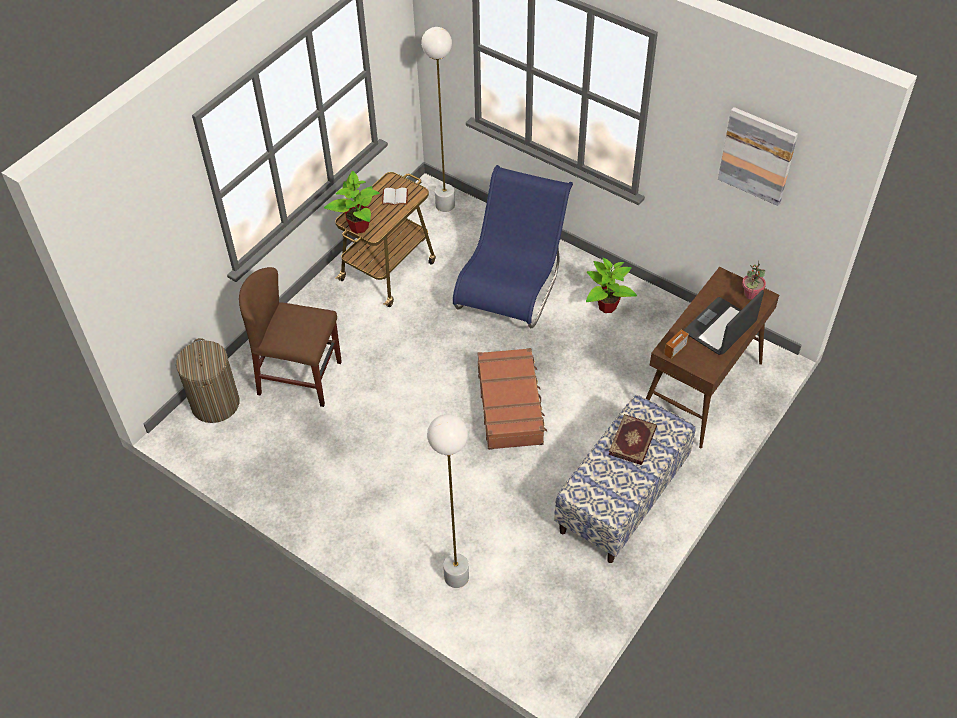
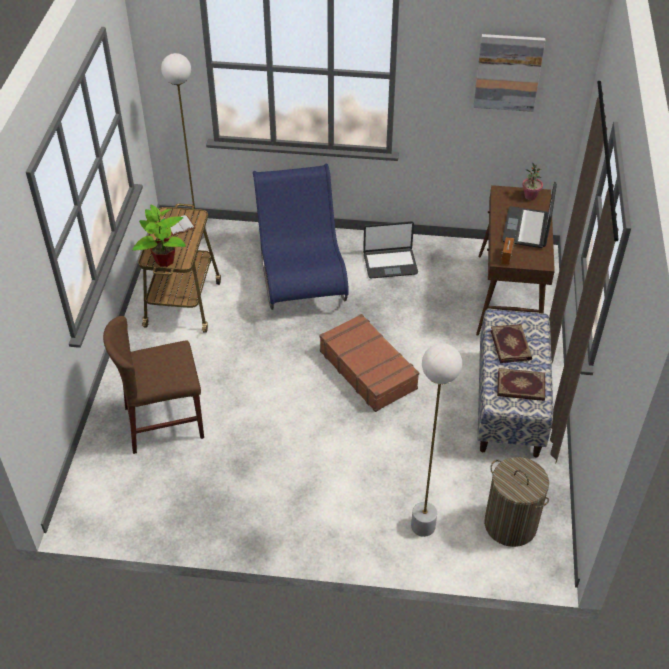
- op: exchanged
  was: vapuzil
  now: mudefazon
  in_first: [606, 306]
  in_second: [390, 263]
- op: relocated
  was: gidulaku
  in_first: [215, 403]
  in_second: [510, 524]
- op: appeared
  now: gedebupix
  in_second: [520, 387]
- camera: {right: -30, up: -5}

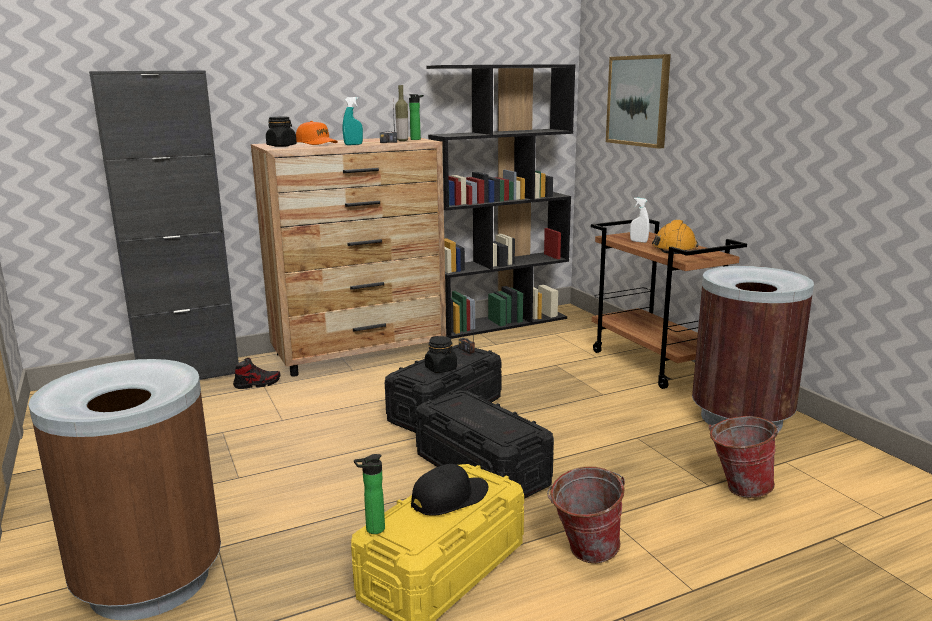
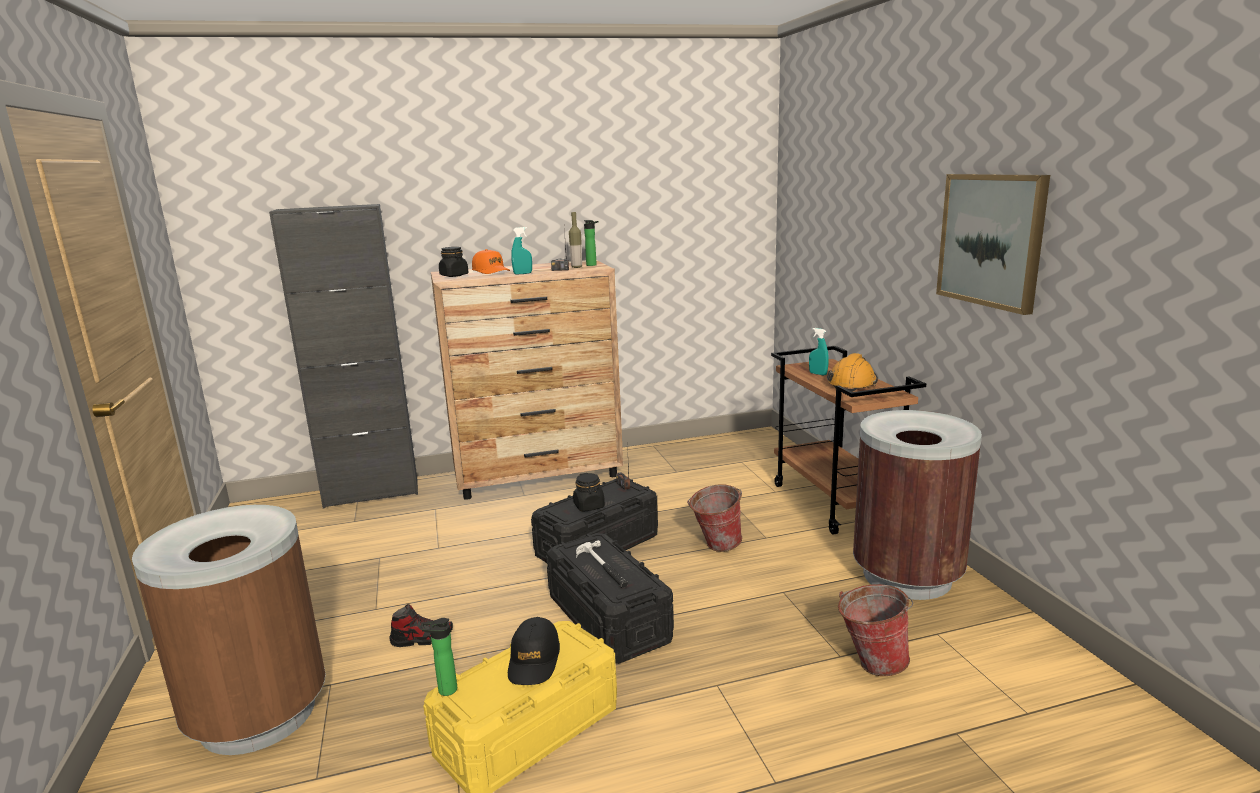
- op: relocated
  was: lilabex
  in_first: [257, 384]
  in_second: [422, 638]
- op: spun
  was: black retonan
  in_first: [450, 498]
  in_second: [534, 660]
  clockwise: 120
- op: appeared
  now: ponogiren
  in_second: [603, 567]
- op: relocated
  was: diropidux
  in_first: [583, 553]
  in_second: [715, 546]
- op: colour
  was: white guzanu
  now: turquoise guzanu
  in_first: [638, 241]
  in_second: [818, 374]
- op: relocated
  was: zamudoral
  in_first: [638, 101]
  in_second: [991, 240]
- op: missing
  was: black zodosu
  in_first: [501, 322]
- camera: {right: 10, up: 0}

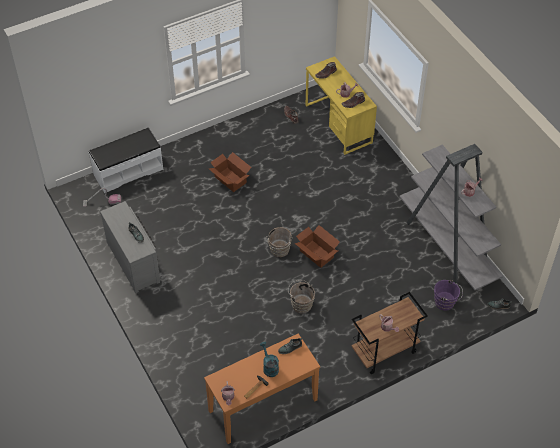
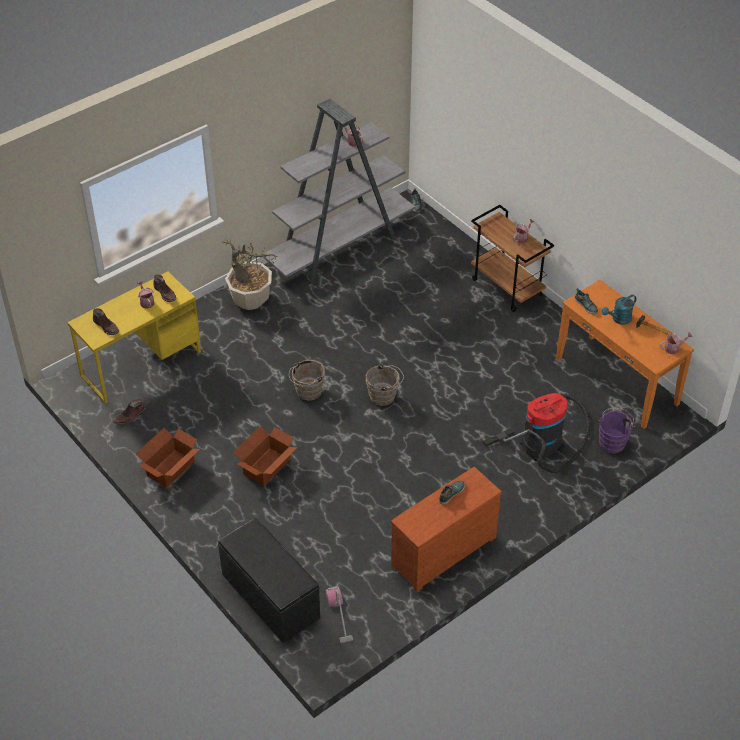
- op: relocated
  was: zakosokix
  in_first: [316, 253]
  in_second: [170, 468]
- op: colour
  was: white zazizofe
  now: black zazizofe
  in_first: [128, 171]
  in_second: [270, 596]
- op: appeared
  now: vapuzil
  in_second: [251, 299]
- op: relocated
  was: brown diropidux
  in_first: [301, 304]
  in_second: [307, 392]
- op: colour
  was: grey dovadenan
  now: brown dovadenan
  in_first: [134, 261]
  in_second: [442, 550]
- op: appeared
  now: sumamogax
  in_second: [545, 443]
- op: relocated
  was: purple diropidux
  in_first: [446, 303]
  in_second: [612, 441]
- camera: {right: -100, up: -5}

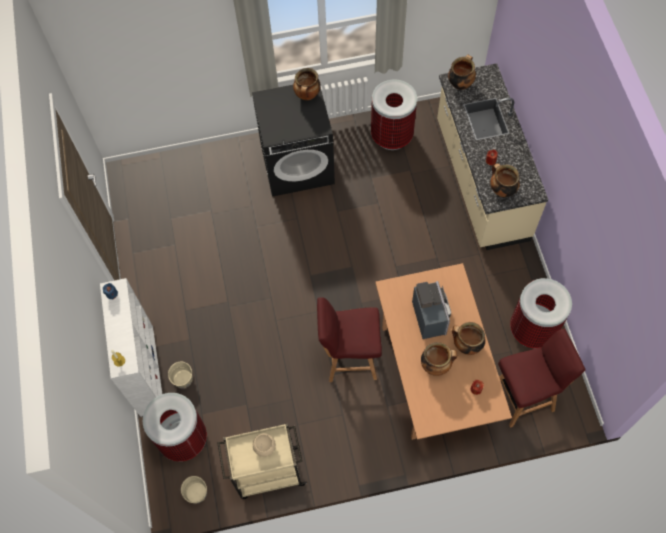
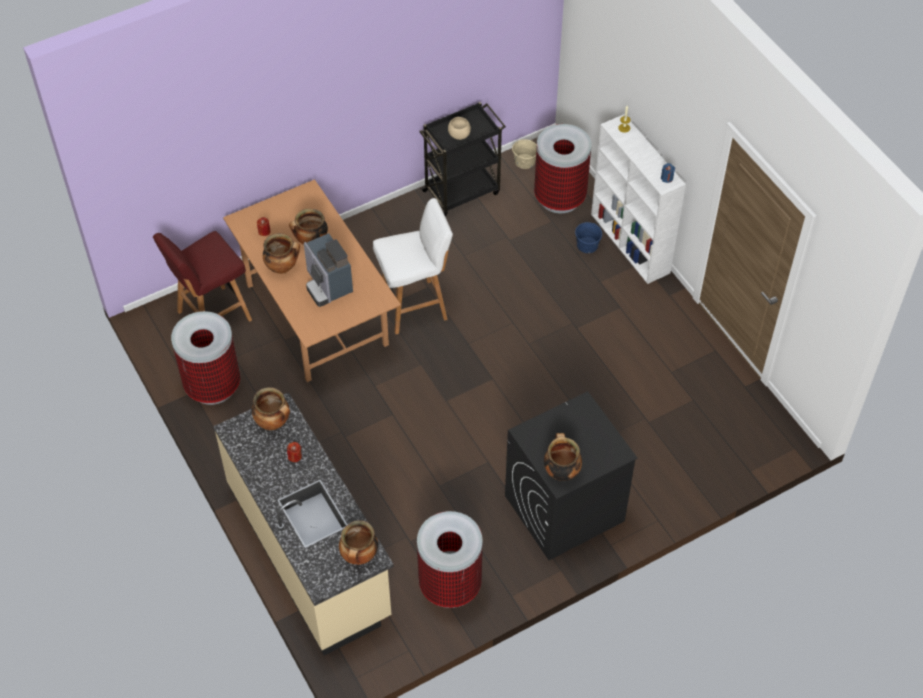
- op: colour
  was: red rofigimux
  now: white rofigimux
  in_first: [349, 358]
  in_second: [415, 306]
- op: colour
  was: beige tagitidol
  now: black tagitidol
  in_first: [268, 473]
  in_second: [462, 191]
- op: colour
  was: beige diropidux
  now: blue diropidux
  in_first: [182, 379]
  in_second: [587, 245]
- camera: {right: 160, up: -10}

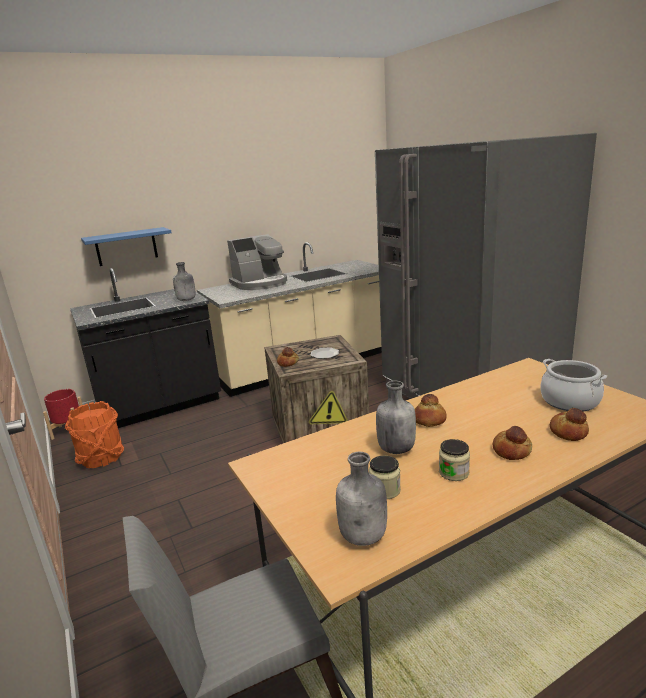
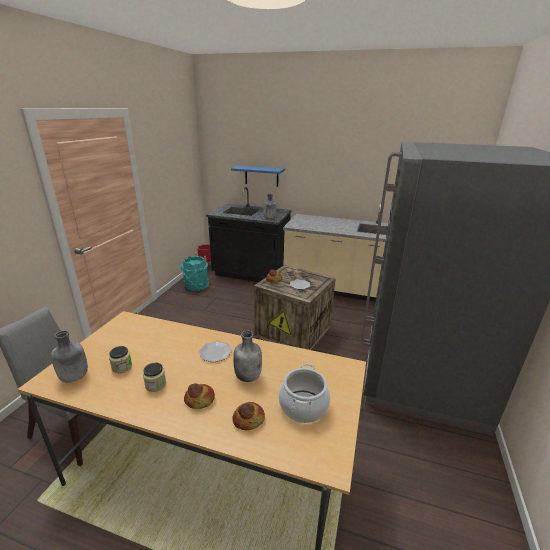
- op: colour
  was: orange diropidux
  now: turquoise diropidux
  in_first: [101, 457]
  in_second: [196, 286]
- op: exchanged
  was: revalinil
  now: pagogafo
  in_first: [429, 420]
  in_second: [215, 352]
- op: relocated
  was: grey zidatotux
  in_first: [396, 449]
  in_second: [248, 376]
- op: missing
  was: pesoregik
  in_first: [260, 284]
- camera: {right: 45, up: 5}

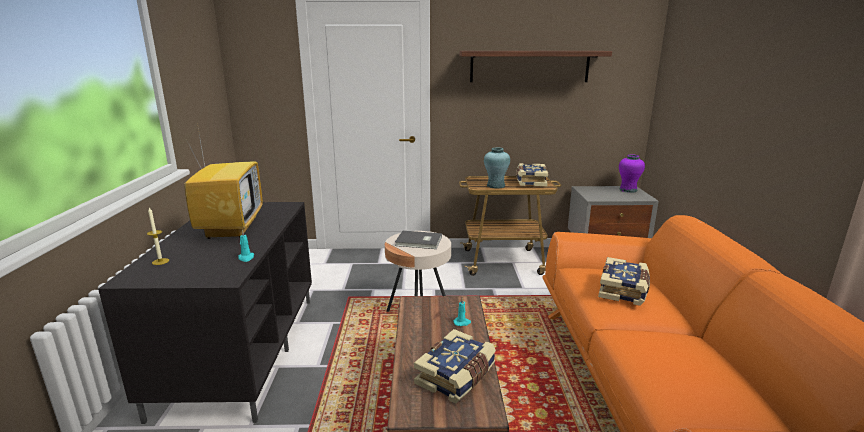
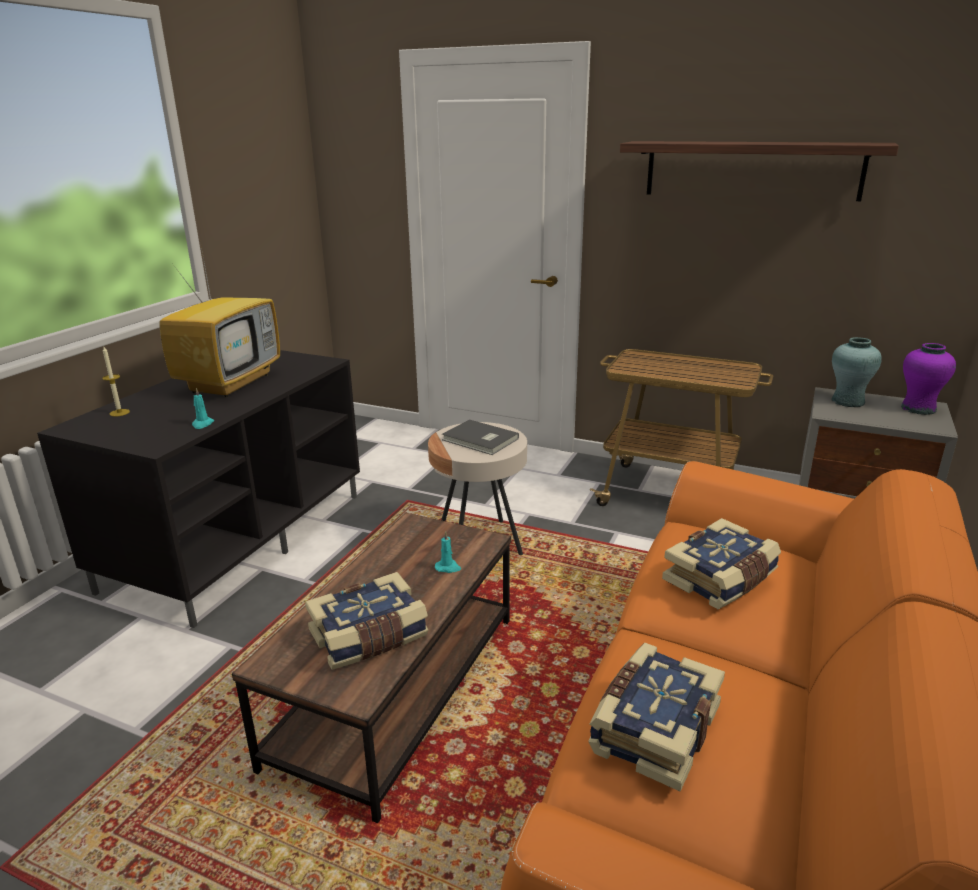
- op: relocated
  was: gedebupix
  in_first: [530, 181]
  in_second: [652, 728]
- op: relocated
  was: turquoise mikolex
  in_first: [496, 186]
  in_second: [848, 402]
- camera: {right: 25, up: 5}

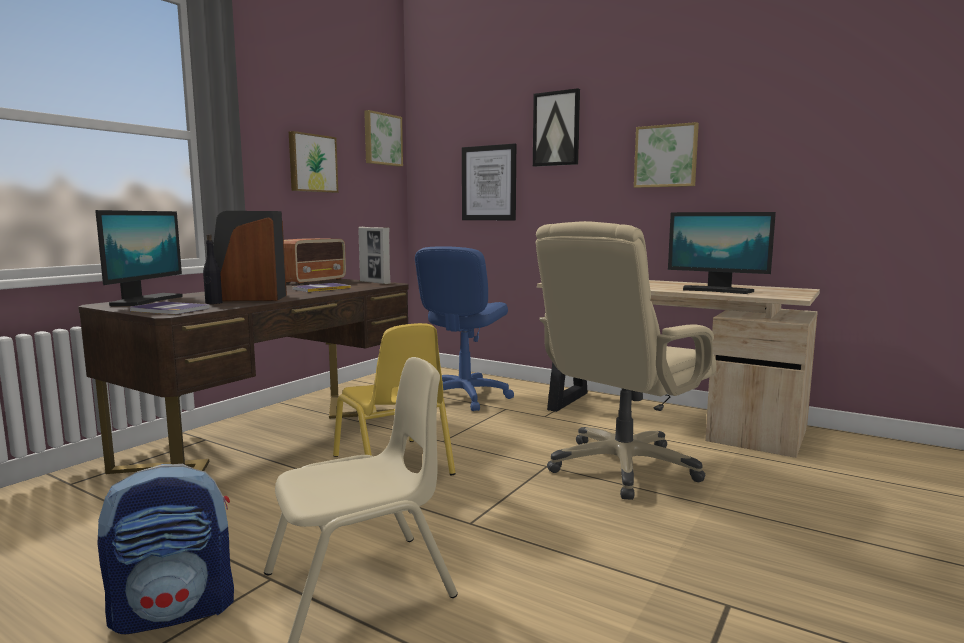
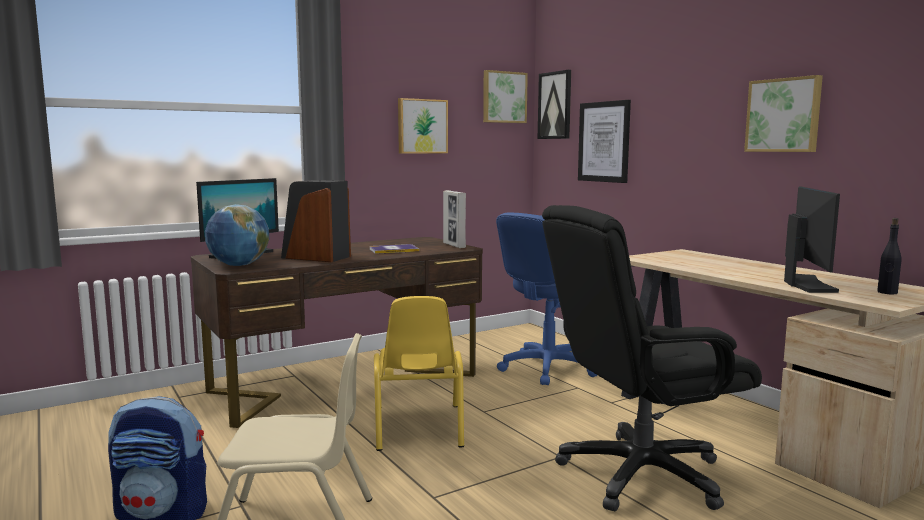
- op: exchanged
  was: gedebupix
  now: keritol
  in_first: [169, 309]
  in_second: [239, 265]
- op: relocated
  was: zamudoral
  in_first: [556, 129]
  in_second: [555, 105]
- op: colour
  was: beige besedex
  now: black besedex
  in_first: [622, 467]
  in_second: [640, 474]
- op: spun
  was: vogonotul
  in_first: [716, 290]
  in_second: [806, 284]
  clockwise: -135
- op: relocated
  was: black zidatotux
  in_first: [213, 303]
  in_second: [887, 292]
- op: missing
  was: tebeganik
  in_first: [314, 281]
- camera: {right: 25, up: 0}

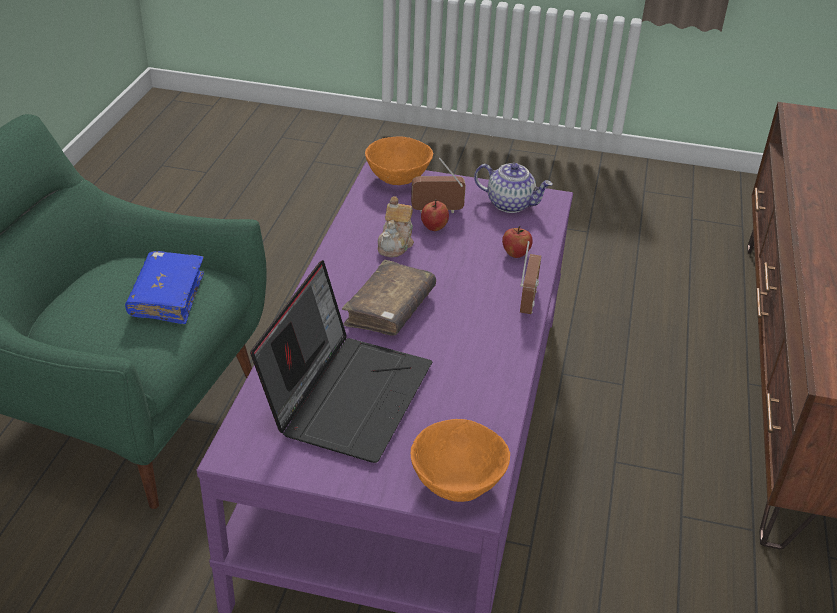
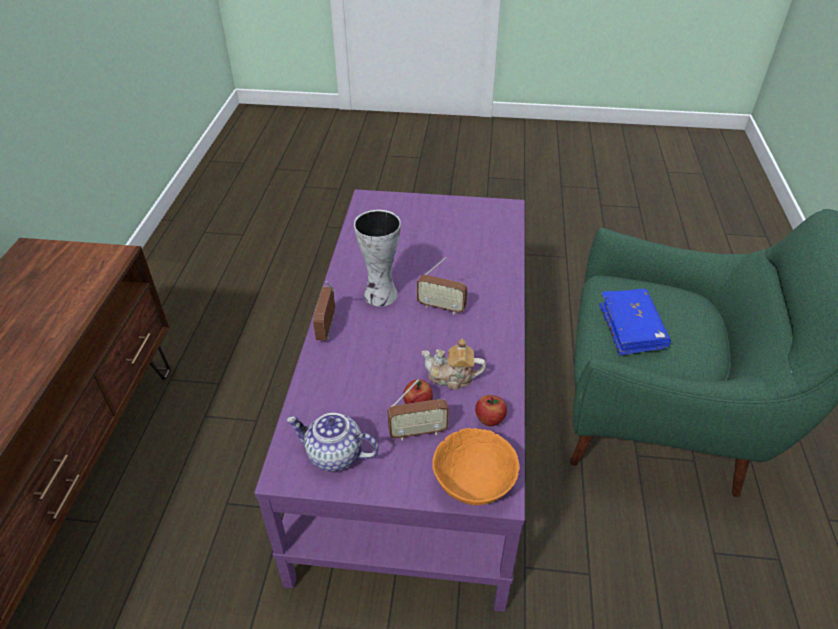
- op: appeared
  now: mikolex
  in_second: [379, 295]
- op: exchanged
  was: brown gedebupix
  now: tebeganik
  in_first: [389, 309]
  in_second: [441, 307]
- op: spun
  was: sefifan
  in_first: [396, 244]
  in_second: [452, 377]
  clockwise: -90
- op: relocated
  was: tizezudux
  in_first: [515, 254]
  in_second: [489, 420]
- op: missing
  was: mudefazon
  in_first: [347, 394]
- op: missing
  was: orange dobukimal
  in_first: [457, 483]
- camera: {right: 175, up: 5}

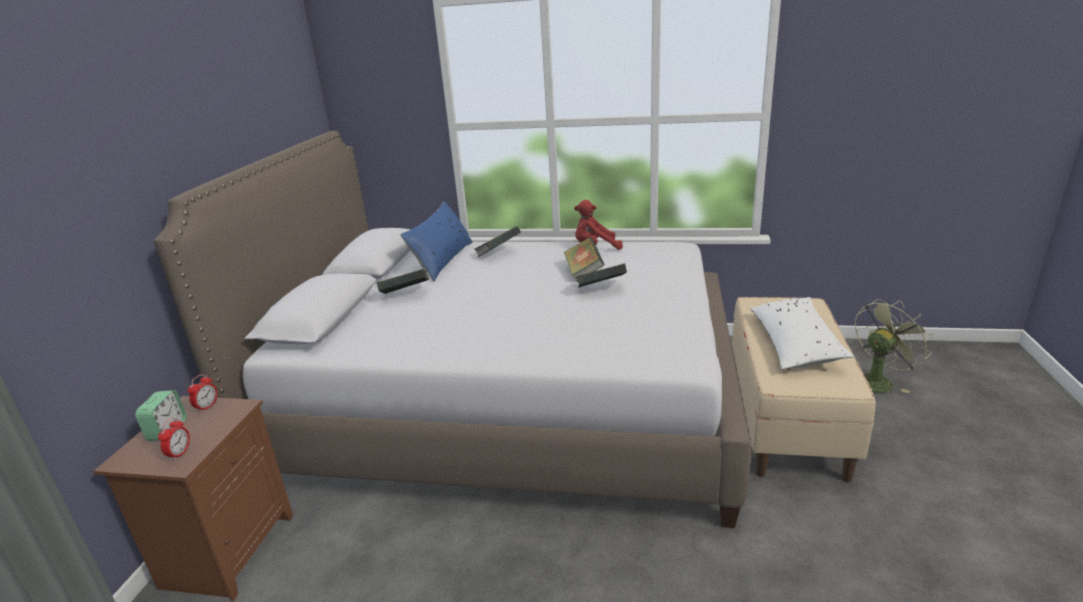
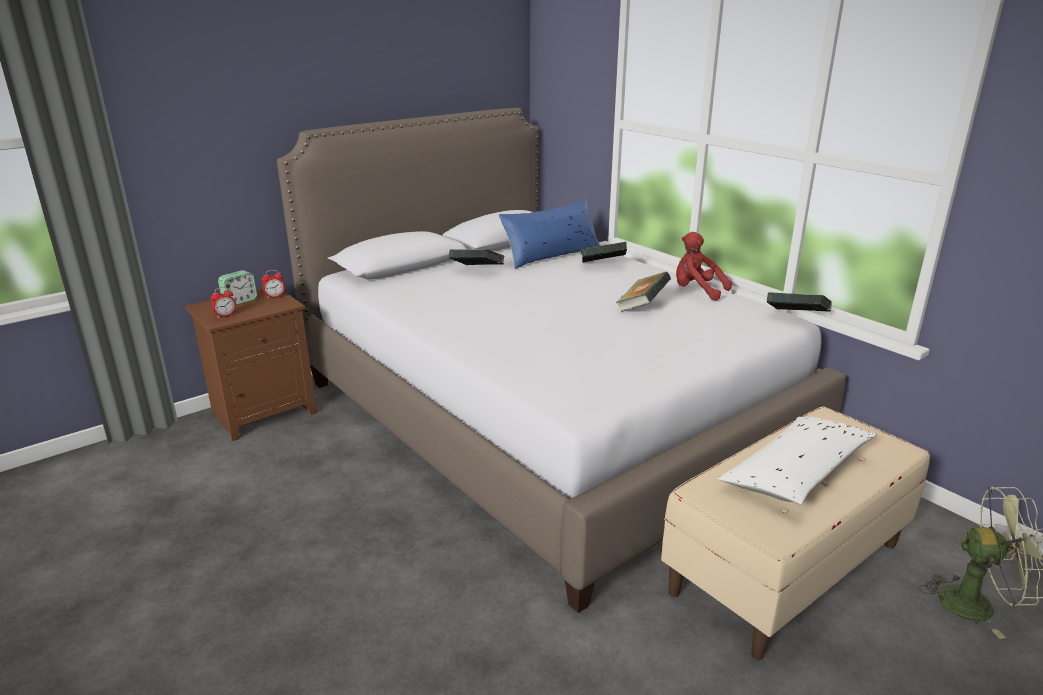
- op: relocated
  was: gedebupix
  in_first: [600, 290]
  in_second: [796, 318]
- camera: {right: 40, up: 0}

